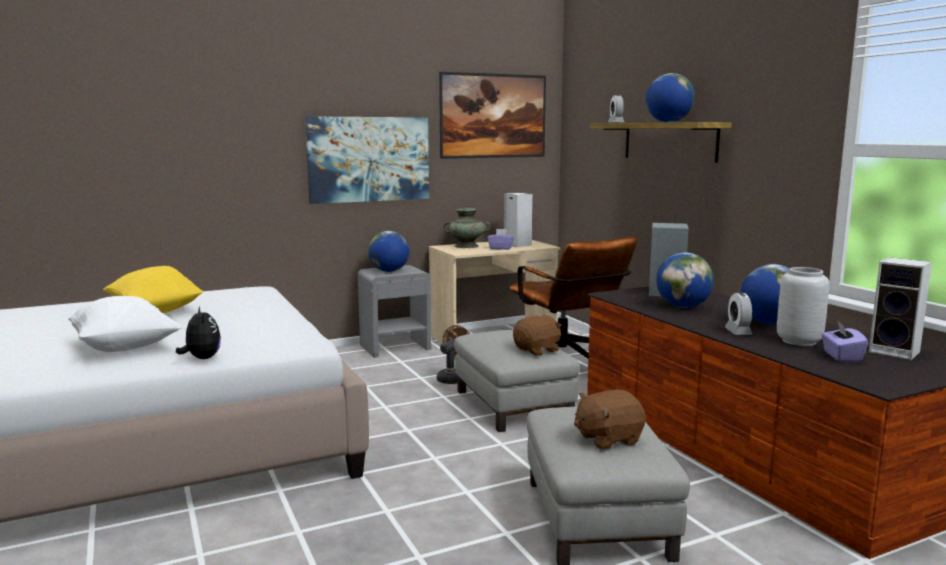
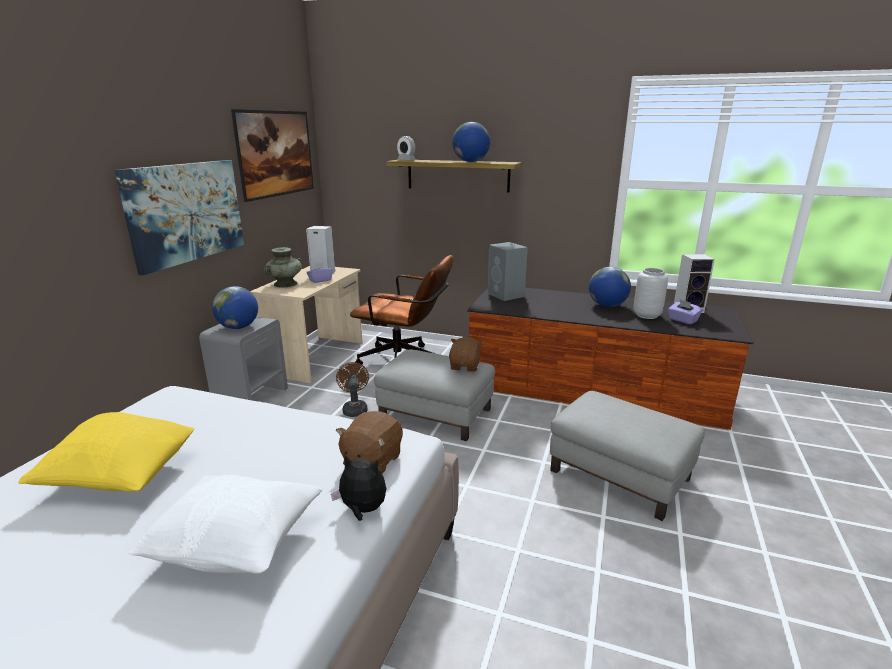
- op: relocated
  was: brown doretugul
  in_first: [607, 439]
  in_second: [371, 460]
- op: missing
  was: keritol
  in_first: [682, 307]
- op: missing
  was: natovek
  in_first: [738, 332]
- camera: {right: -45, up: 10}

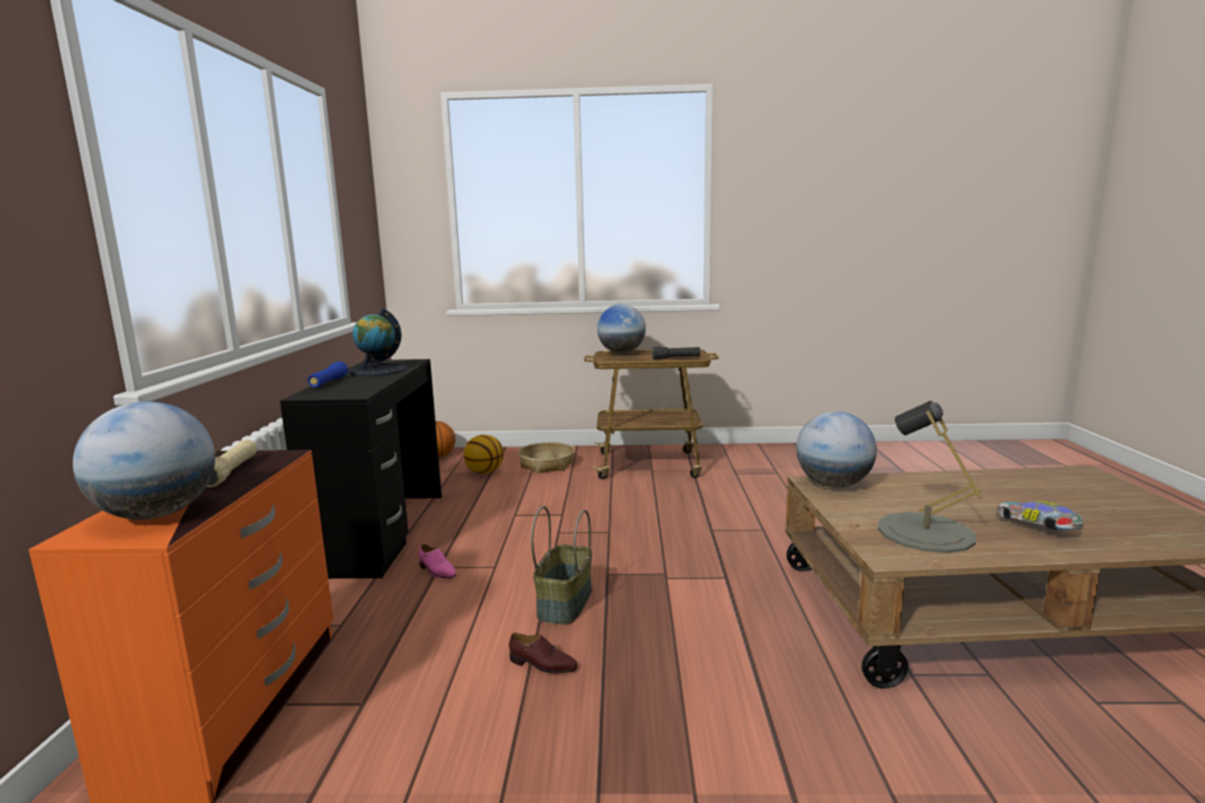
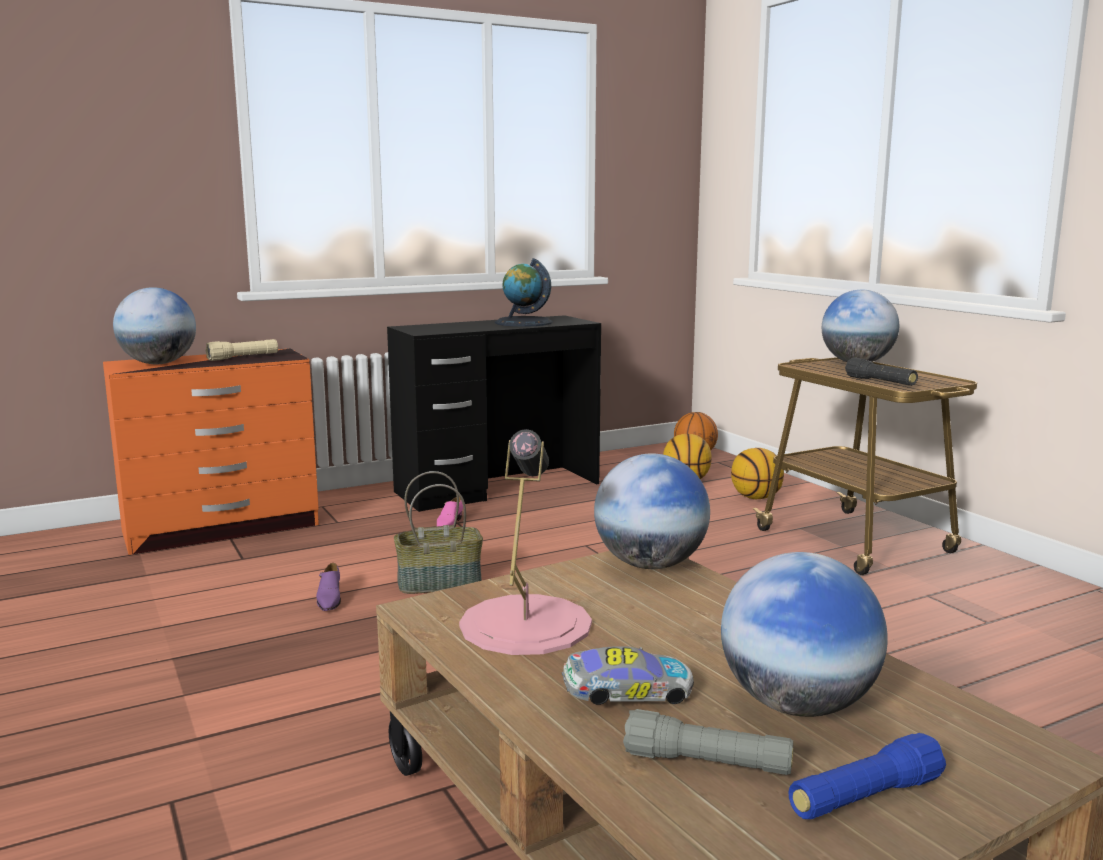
- op: colour
  was: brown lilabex
  now: purple lilabex
  in_first: [542, 665]
  in_second: [329, 599]
- op: colour
  was: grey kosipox
  now: pink kosipox
  in_first: [925, 532]
  in_second: [525, 624]
- op: spun
  was: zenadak
  in_first: [1038, 528]
  in_second: [625, 698]
  clockwise: 45
- op: appeared
  now: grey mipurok
  in_second: [707, 763]
- op: appeared
  now: keritol
  in_second: [797, 705]
- op: exchanged
  was: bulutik
  now: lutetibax
  in_first: [547, 465]
  in_second: [755, 498]
- op: relocated
  was: blue mipurok
  in_first: [328, 383]
  in_second: [865, 798]
- camera: {right: 60, up: 0}

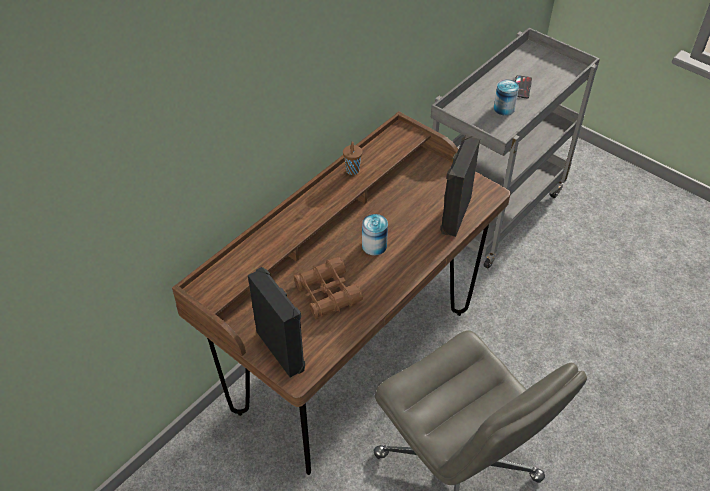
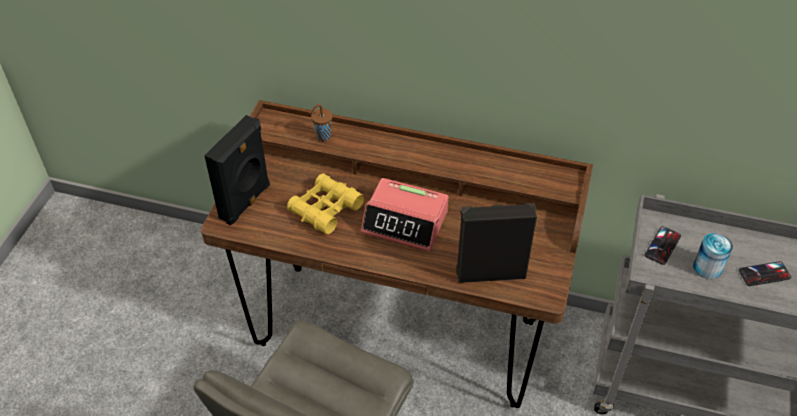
- op: colour
  was: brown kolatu
  now: yellow kolatu
  in_first: [327, 294]
  in_second: [325, 209]
- op: relocated
  was: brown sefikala
  in_first: [352, 171]
  in_second: [322, 136]
- op: exchanged
  was: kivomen
  now: natovek
  in_first: [374, 246]
  in_second: [405, 222]
- op: appeared
  now: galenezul
  in_second: [662, 246]
- camera: {right: 65, up: 0}

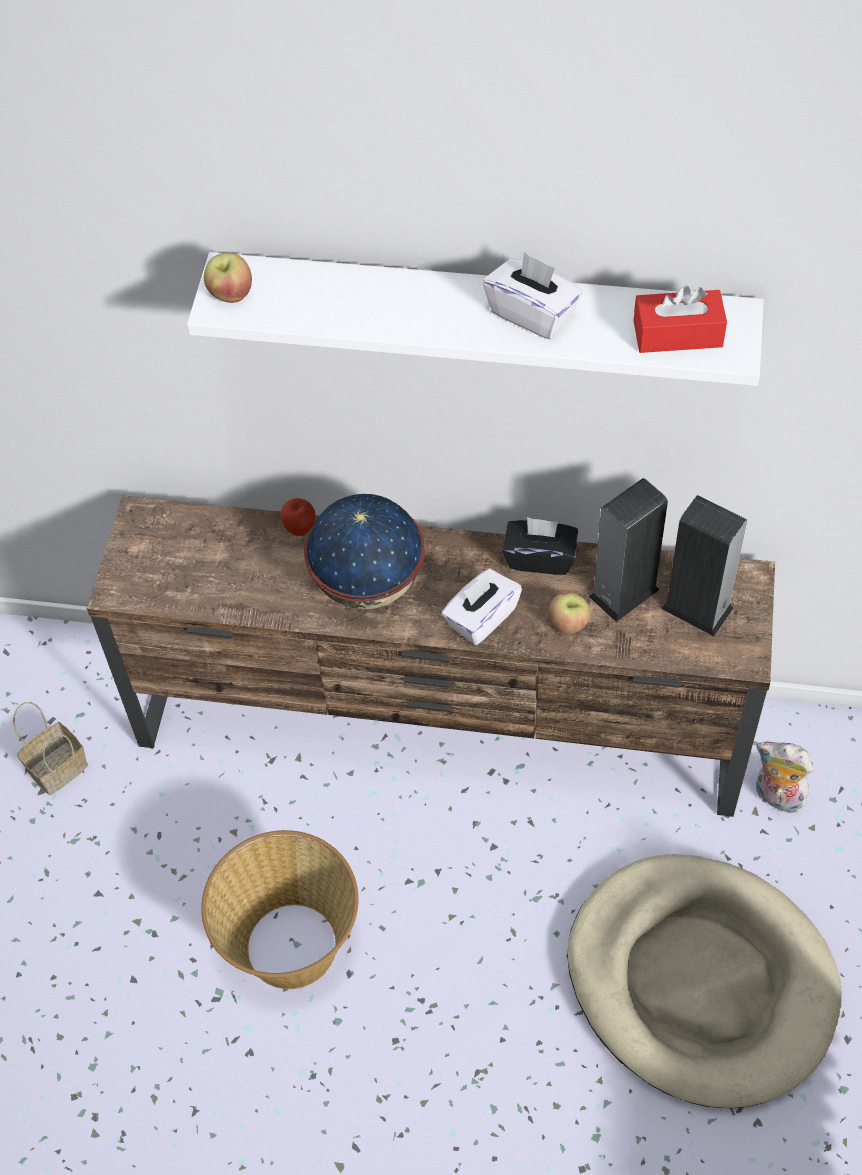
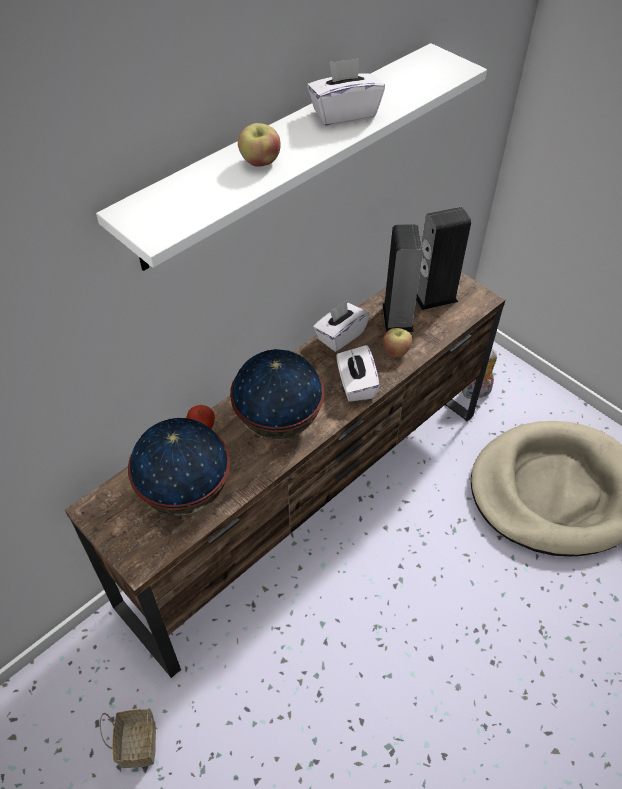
- op: appeared
  now: keritol
  in_second: [185, 491]
- op: relocated
  was: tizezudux
  in_first: [230, 294]
  in_second: [260, 162]
- op: colour
  was: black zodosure
  now: white zodosure
  in_first: [540, 558]
  in_second: [340, 336]
- op: missing
  was: bulutik
  in_first: [291, 944]
- op: missing
  was: red zodosure
  in_first: [677, 334]
- camera: {right: -55, up: -5}

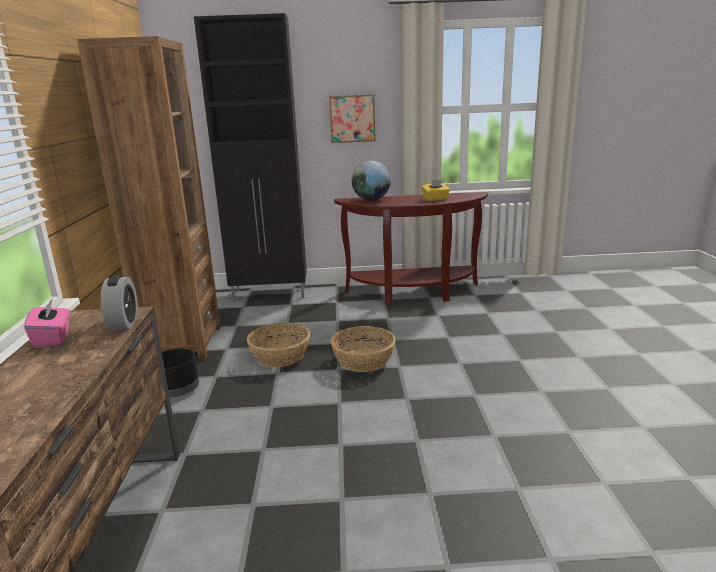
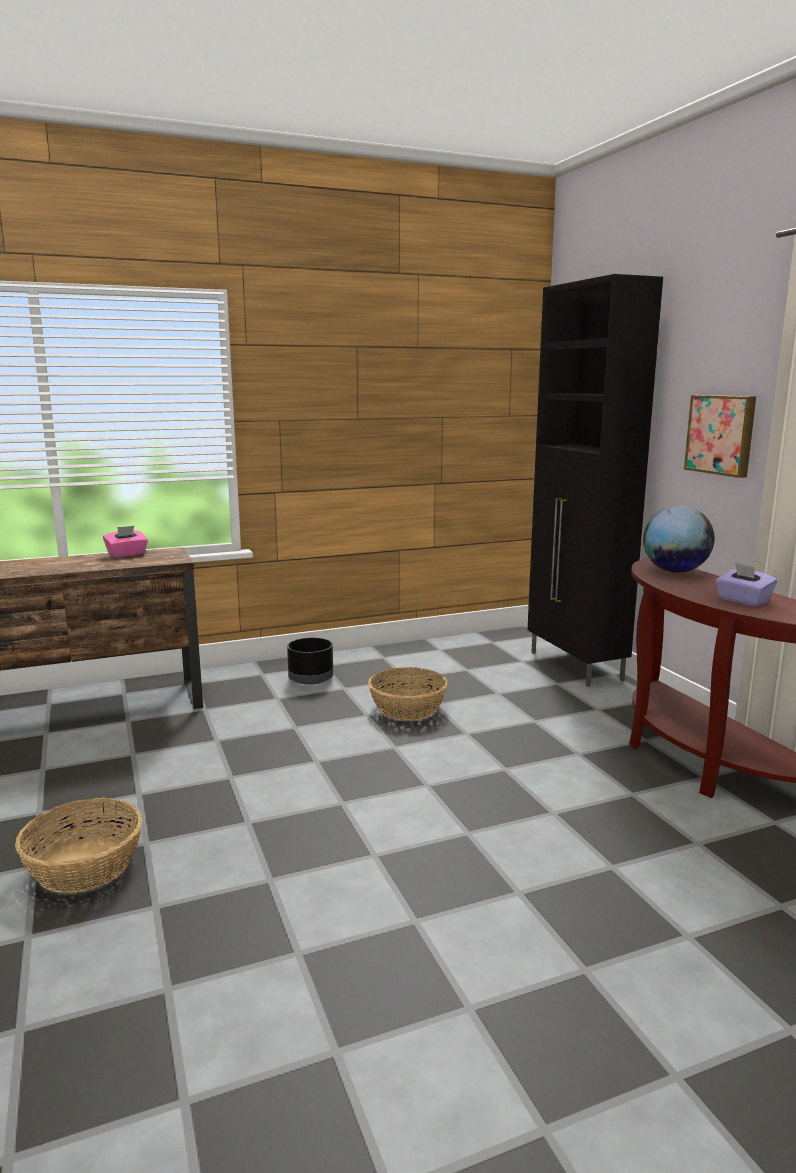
- op: relocated
  was: bulutik
  in_first: [363, 360]
  in_second: [84, 865]
- op: colour
  was: yellow zodosure
  now: purple zodosure
  in_first: [435, 199]
  in_second: [743, 601]
- op: missing
  was: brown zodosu
  in_first: [182, 344]
- op: missing
  was: natovek
  in_first: [123, 323]
- camera: {right: 70, up: -5}

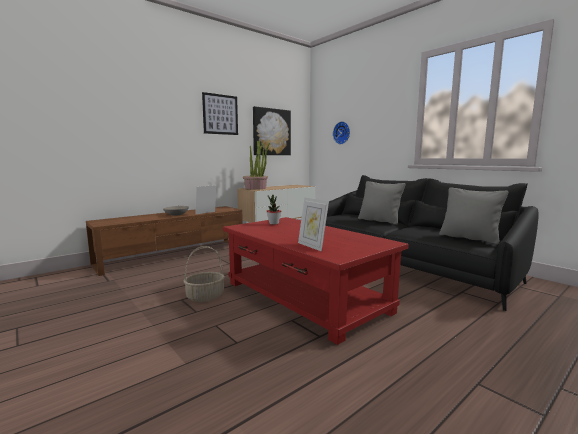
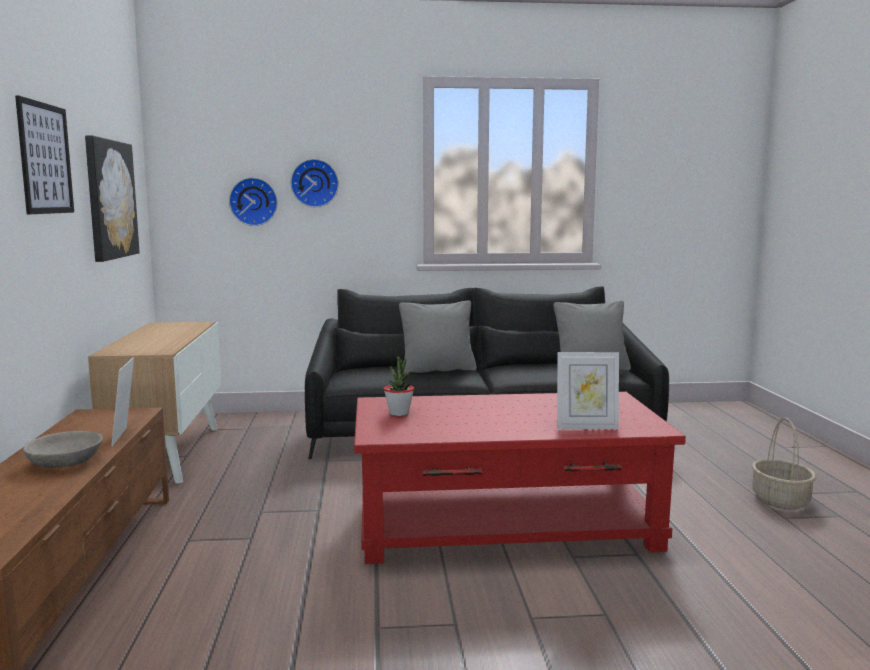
- op: appeared
  now: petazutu
  in_second: [314, 183]
- op: relocated
  was: bulutik
  in_first: [205, 296]
  in_second: [780, 500]
- op: missing
  was: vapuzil
  in_first: [256, 188]
- camera: {right: -55, up: 0}

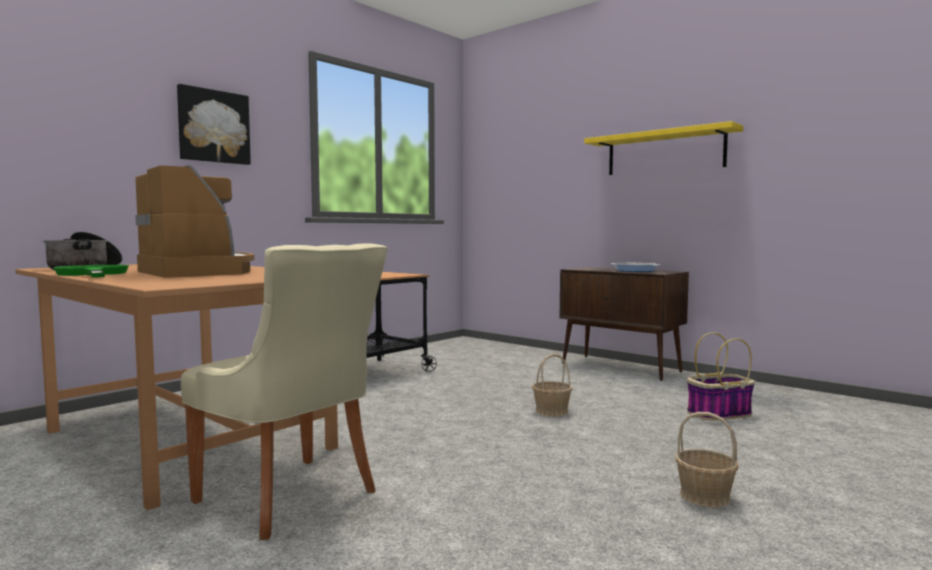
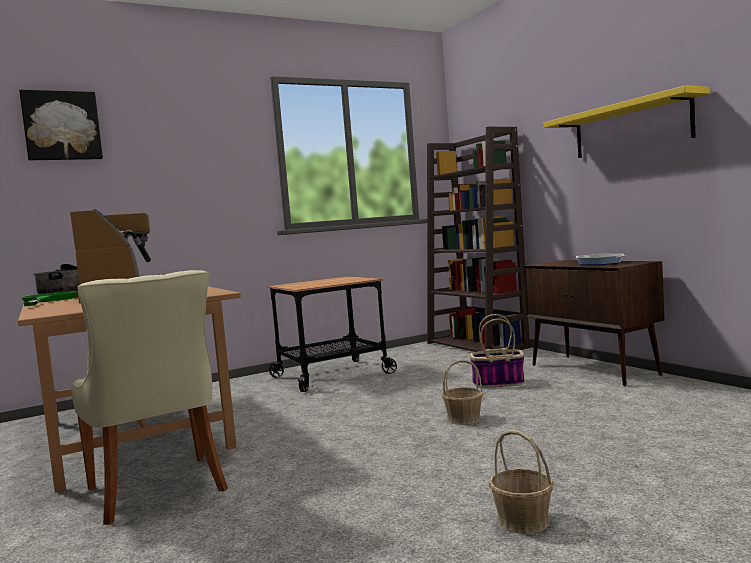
- op: relocated
  was: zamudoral
  in_first: [213, 126]
  in_second: [62, 126]
- op: appeared
  now: brown zodosu
  in_second: [477, 345]
- op: relocated
  was: bulutik
  in_first: [718, 414]
  in_second: [497, 383]
- camera: {right: 20, up: 0}

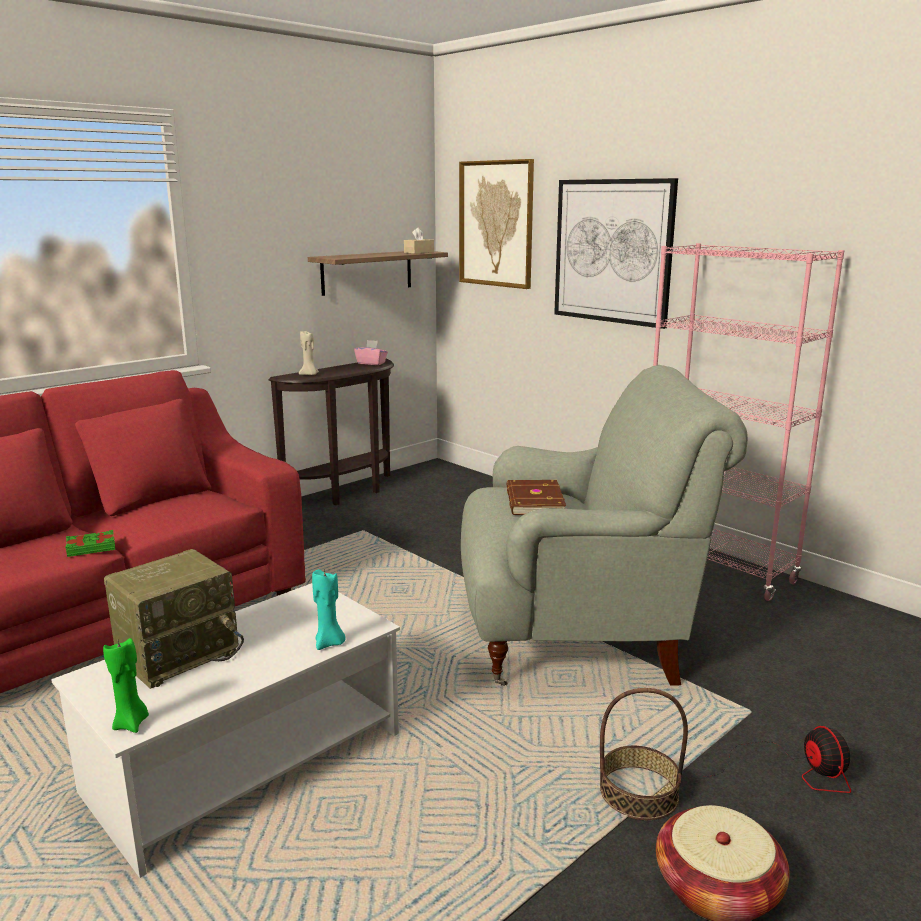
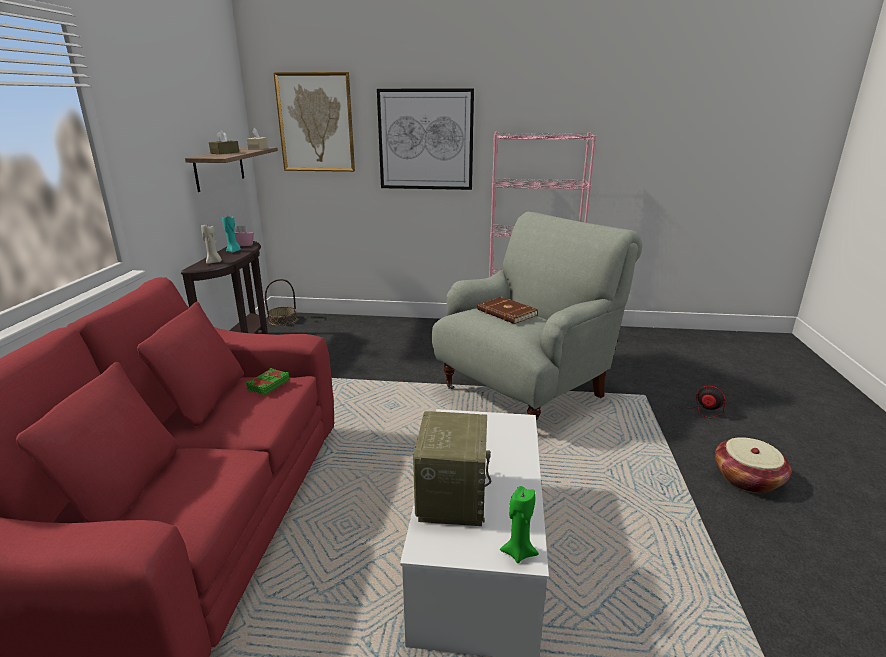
- op: appeared
  now: brown zodosure
  in_second: [225, 153]
- op: relocated
  was: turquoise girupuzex
  in_first: [329, 643]
  in_second: [233, 251]
- op: relocated
  was: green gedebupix
  in_first: [91, 547]
  in_second: [268, 385]
- op: relocated
  was: bulutik
  in_first: [639, 792]
  in_second: [282, 320]
- camera: {right: -40, up: 5}

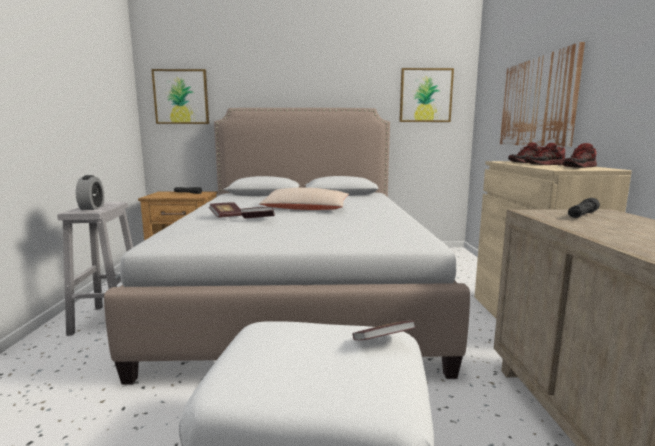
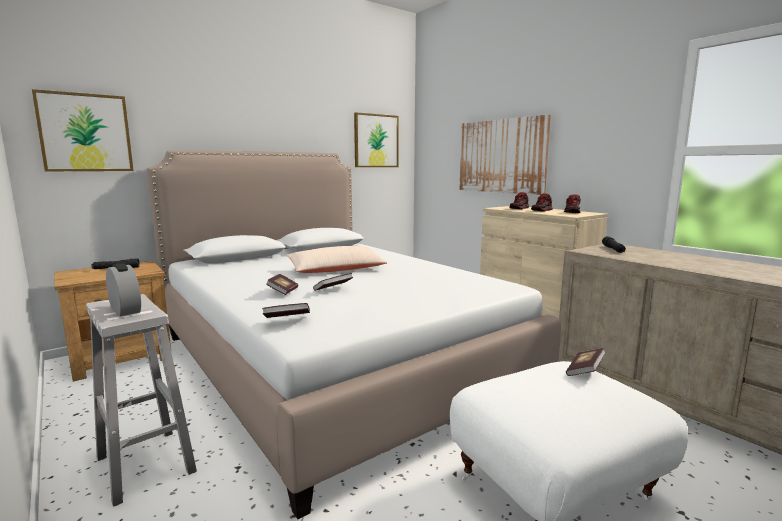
- op: appeared
  now: gedebupix
  in_second: [287, 320]
- camera: {right: -35, up: 0}

